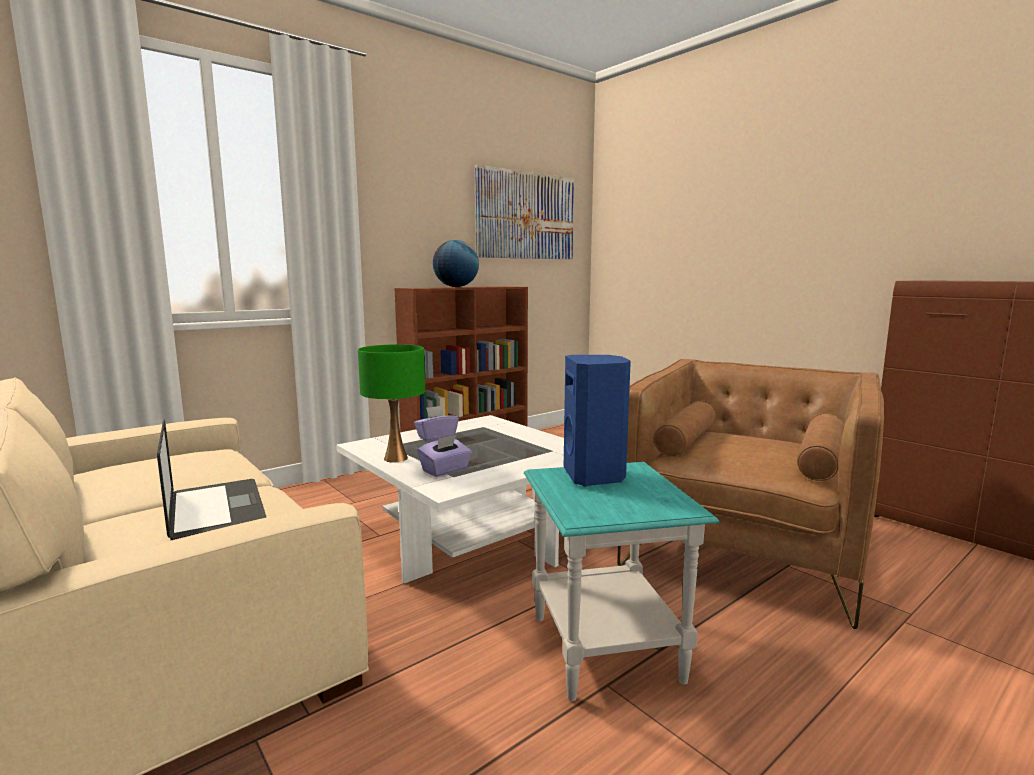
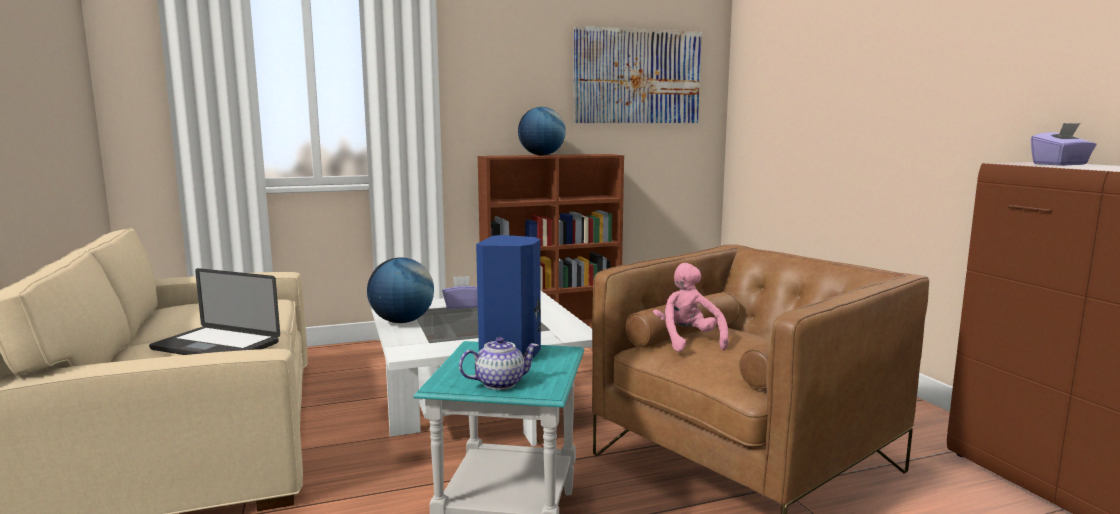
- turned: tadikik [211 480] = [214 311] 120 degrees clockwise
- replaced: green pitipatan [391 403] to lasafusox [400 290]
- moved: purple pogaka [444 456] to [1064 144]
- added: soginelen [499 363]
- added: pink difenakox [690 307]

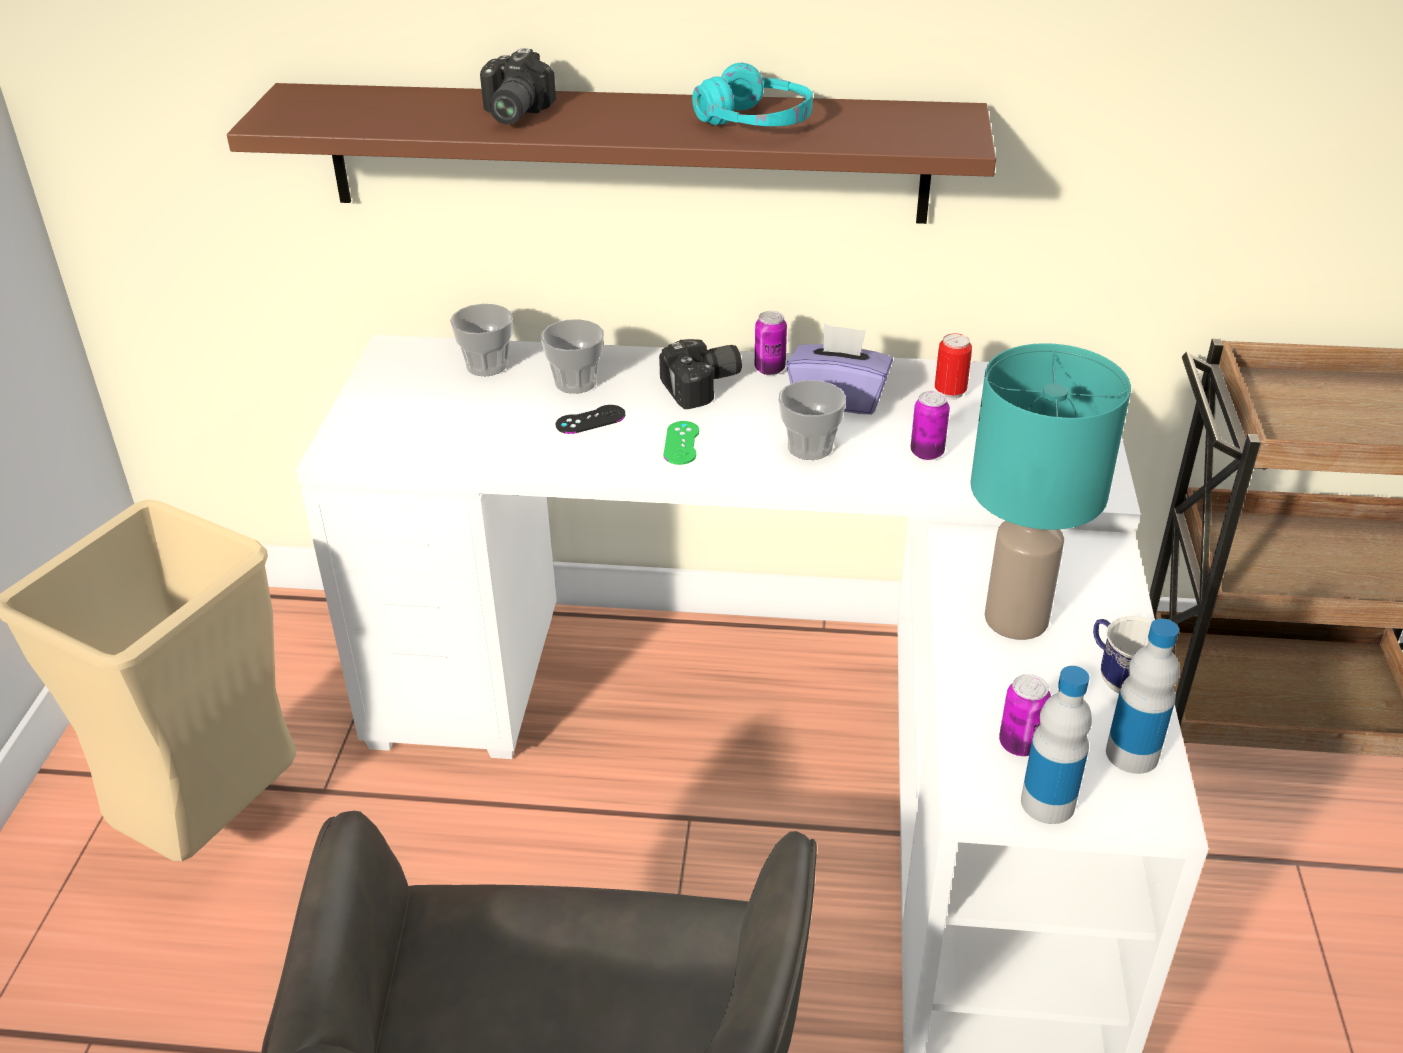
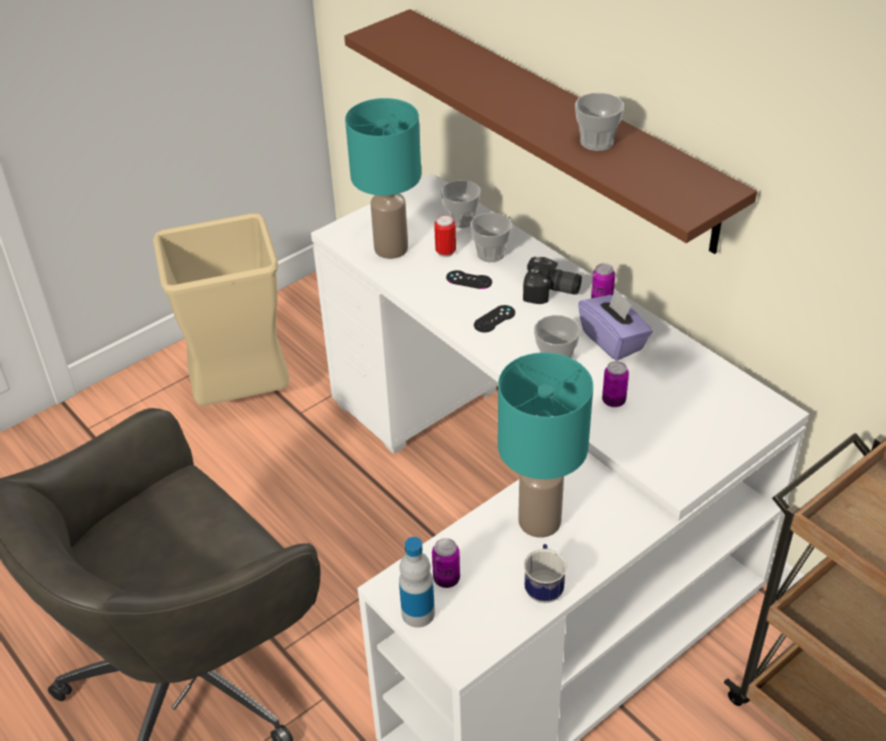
- removed: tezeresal [518 86]
- recoloured: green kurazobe [681 443] to black kurazobe [494 318]
- replaced: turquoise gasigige [752 94] to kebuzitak [599 122]
- moved: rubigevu [953 366] to [445 236]
- removed: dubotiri [1142 696]
- added: turquoise pitipatan [383 178]

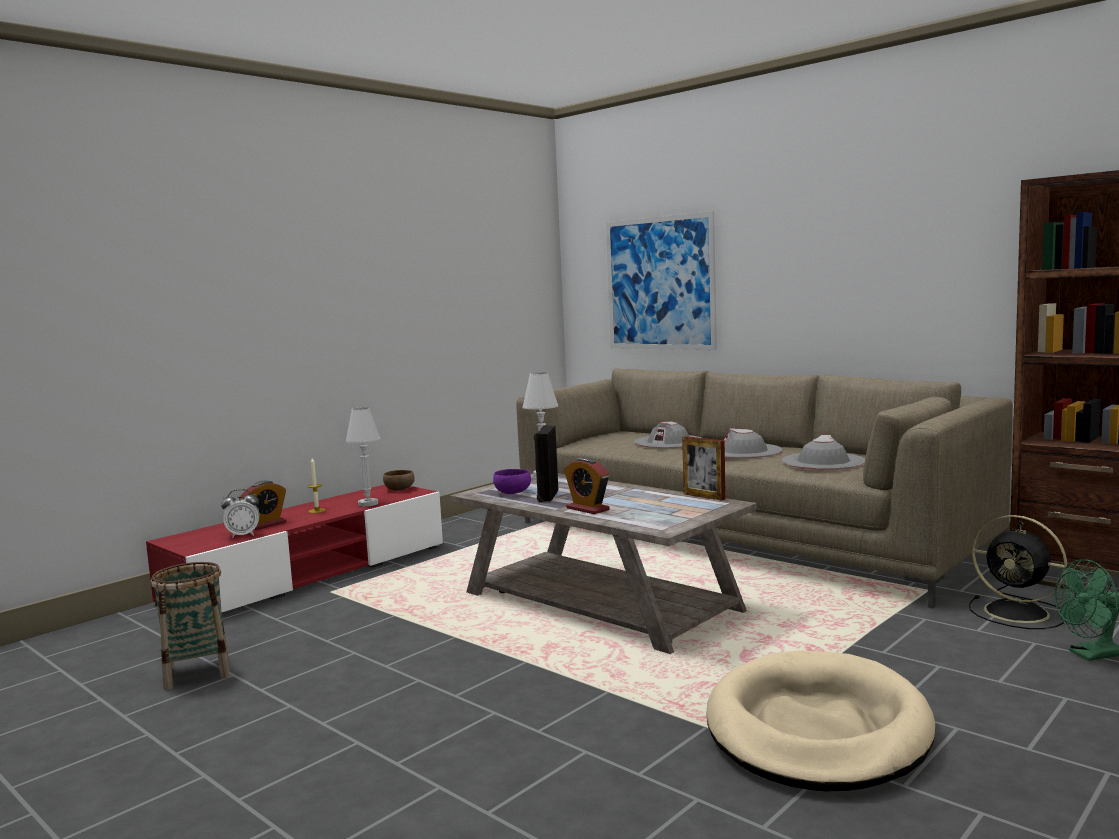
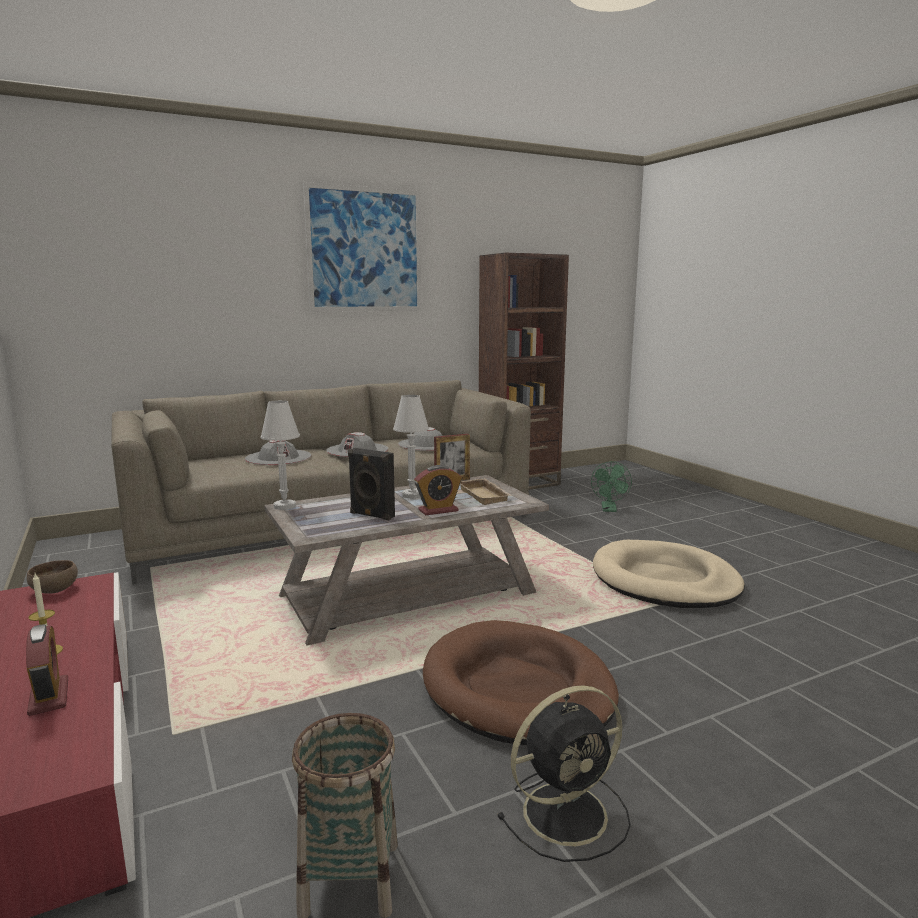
- removed: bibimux [240 513]
- moved: white pitipatan [363 457] to [411 446]
- removed: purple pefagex [512 481]
- moved: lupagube [661 280] to [362 247]
- moved: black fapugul [1018 572] to [564 773]
- added: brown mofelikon [521 682]
- added: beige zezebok [486 491]

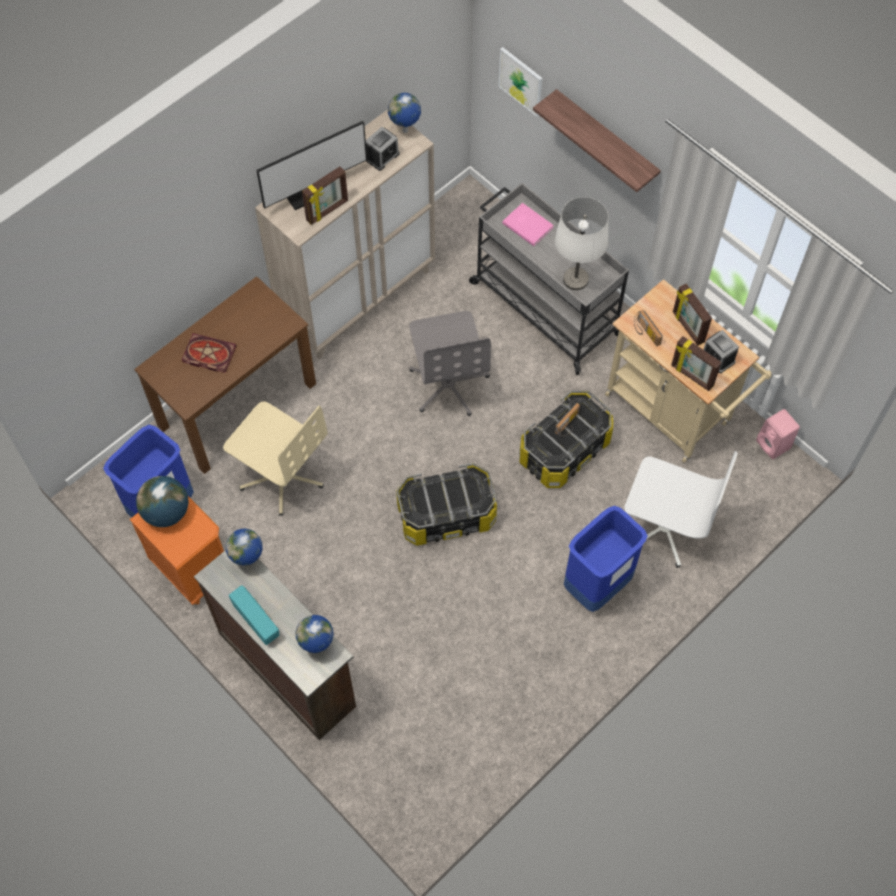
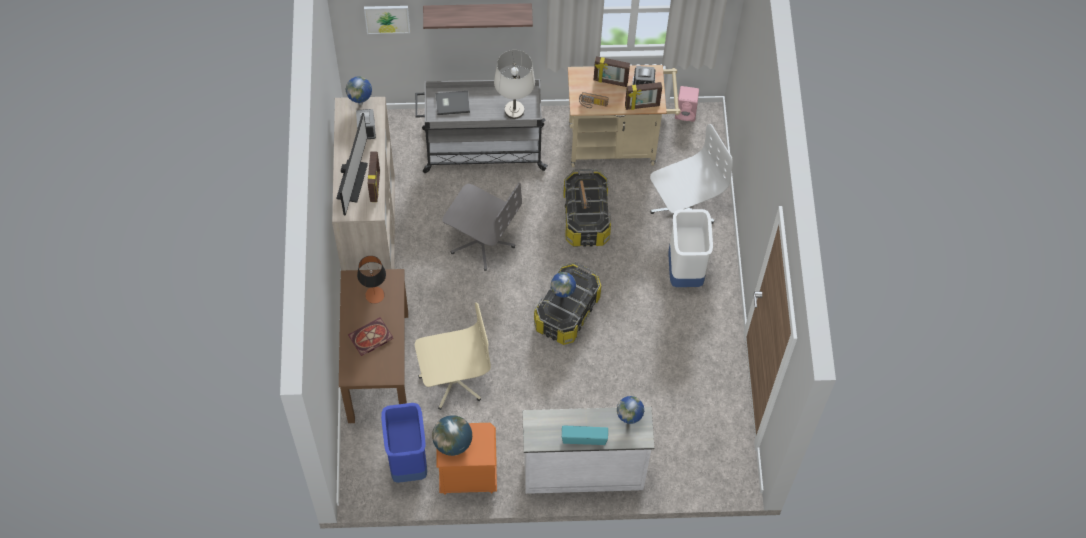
- recoloured: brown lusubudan [275 645] to white lusubudan [588 450]
- moved: lasafusox [244 547] to [563 285]
- recoloured: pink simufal [528 224] to grey simufal [452 103]
- recoloured: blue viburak [605 559] to white viburak [690 248]
- added: pitipatan [371 280]

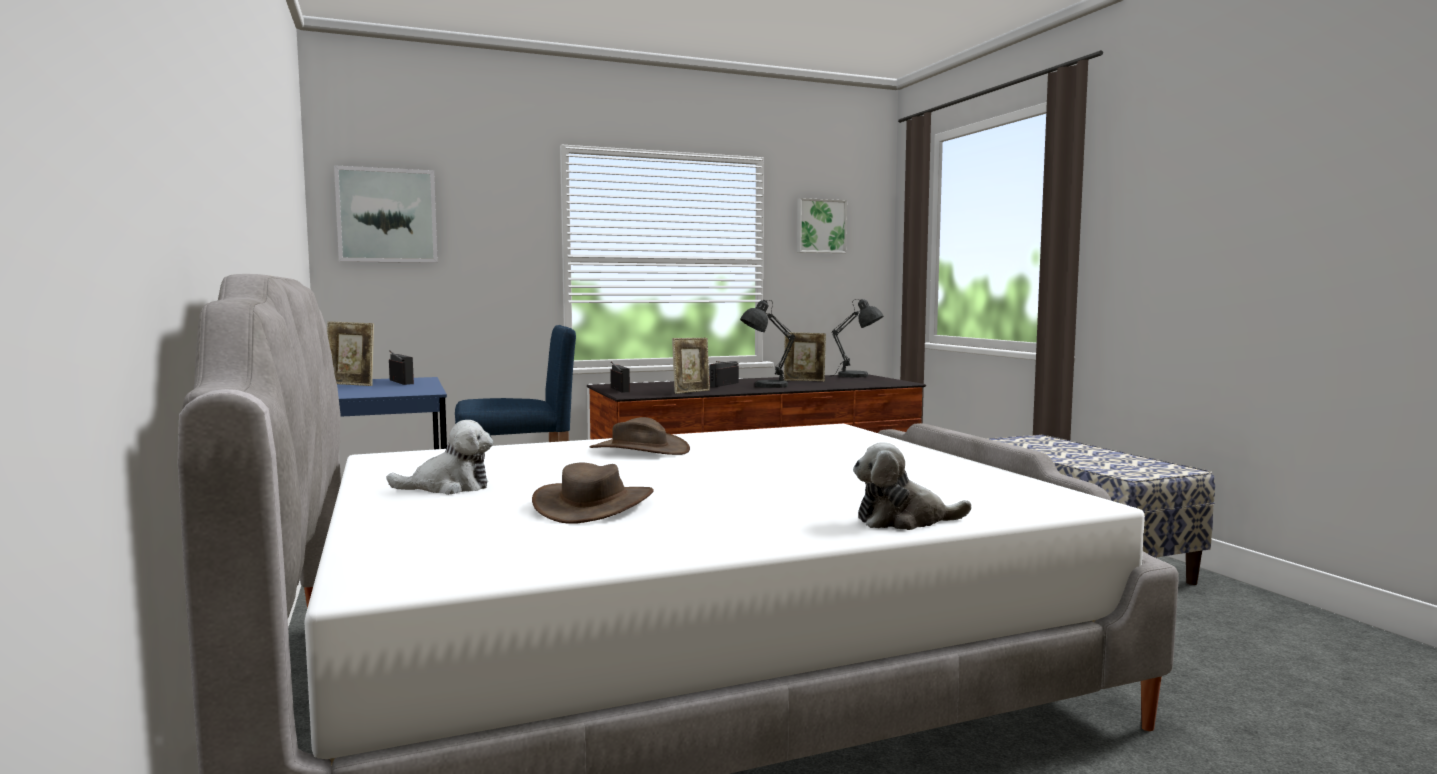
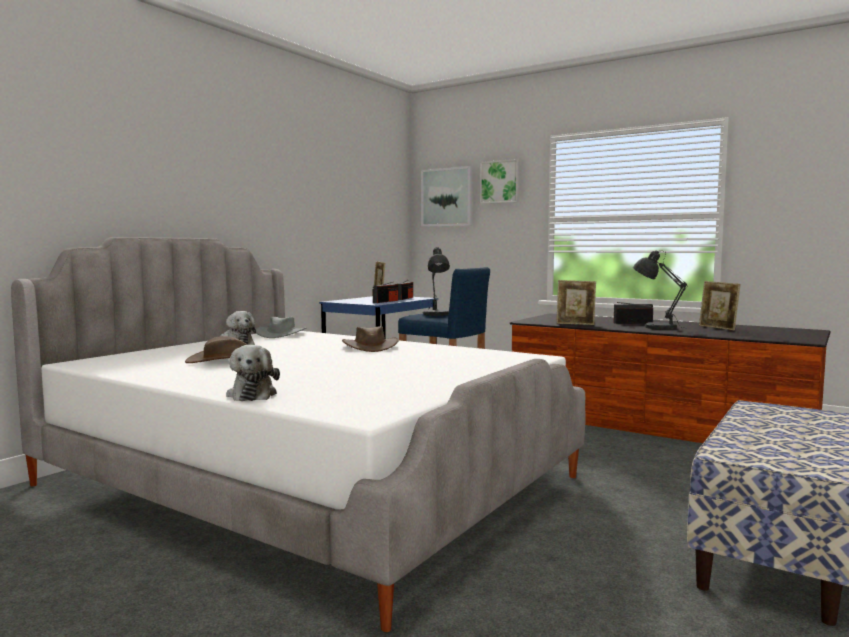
- moved: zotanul [620 377] to [385 292]
- moved: lupagube [822 225] to [500 181]
- moved: grey pitipatan [857 338] to [436 281]
- turned: difenakox [912 486] = [253 373] 150 degrees counterclockwise
- added: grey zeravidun [281 327]

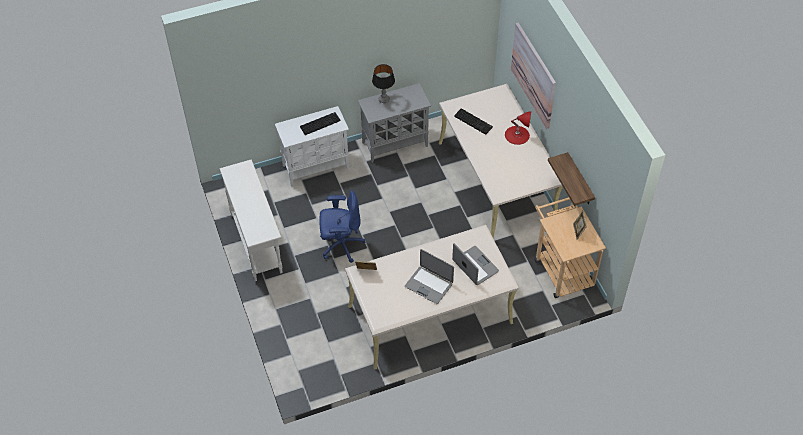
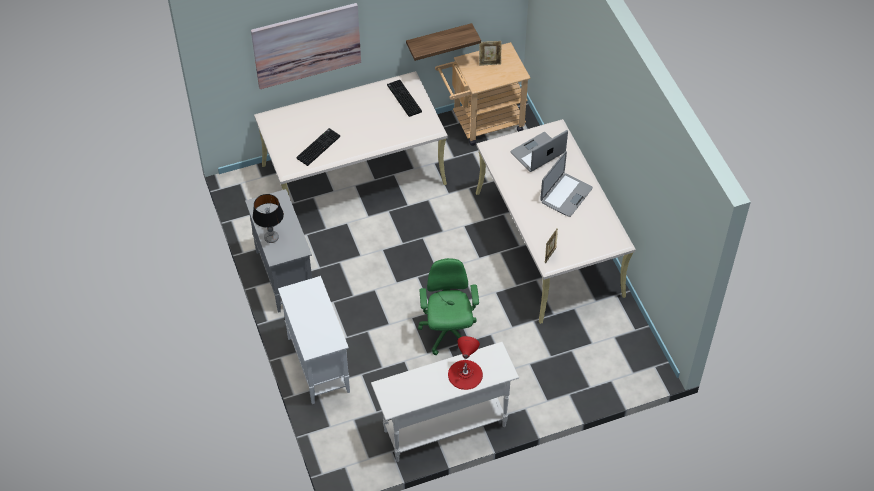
- moved: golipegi [320 123] to [404 98]
- recoloured: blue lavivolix [342 227] to green lavivolix [448 306]
- moved: red pitipatan [518 128] to [465 363]

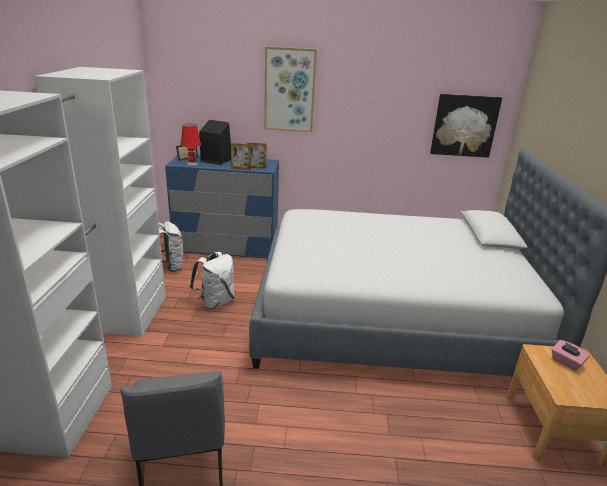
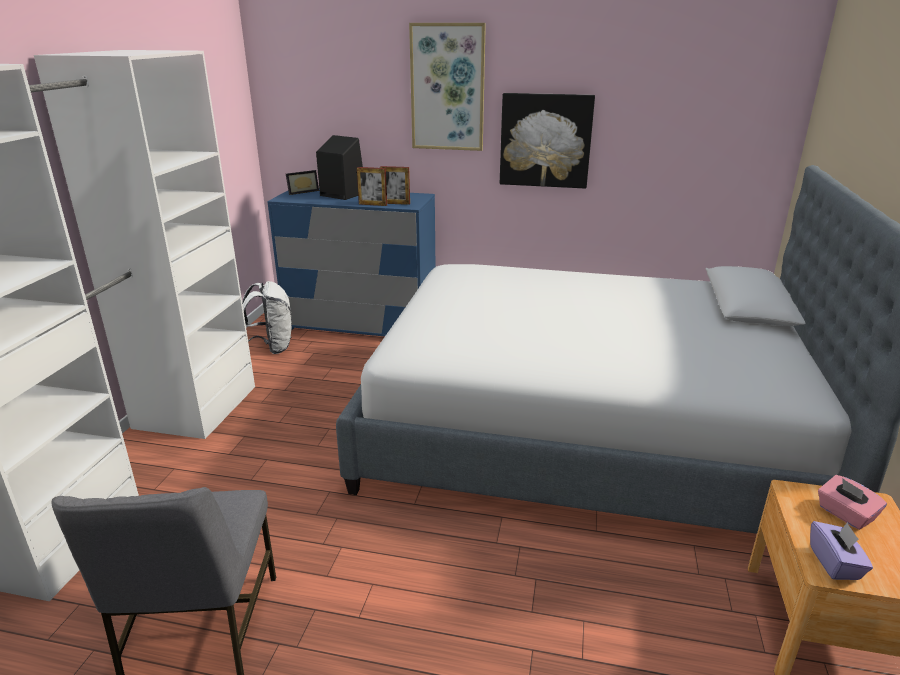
- removed: red pitipatan [191 144]
- removed: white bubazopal [212 281]
- moved: lupagube [466 126] to [547 141]
- added: purple pogaka [841 550]

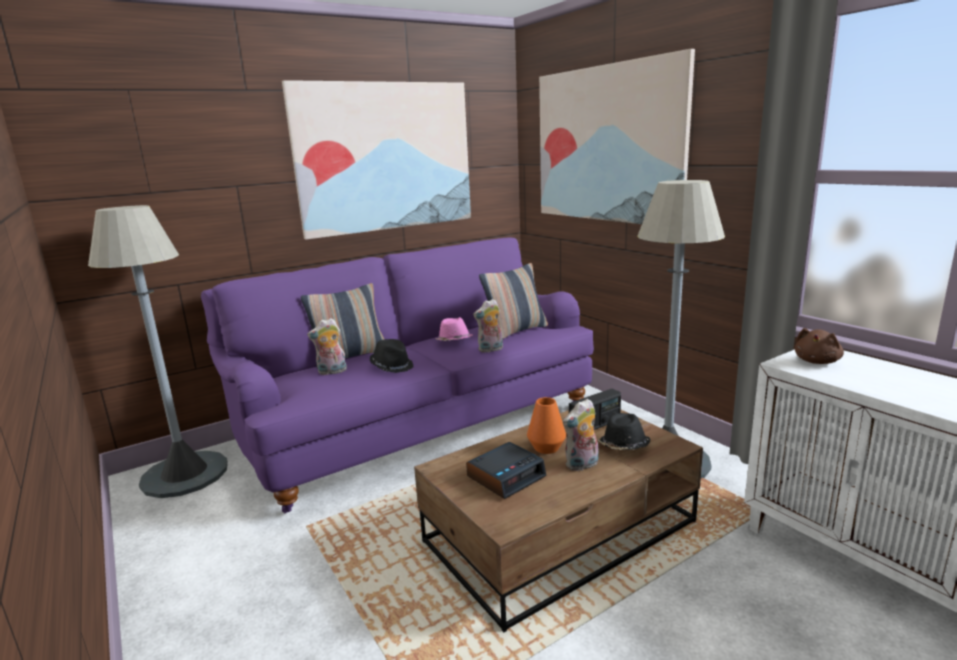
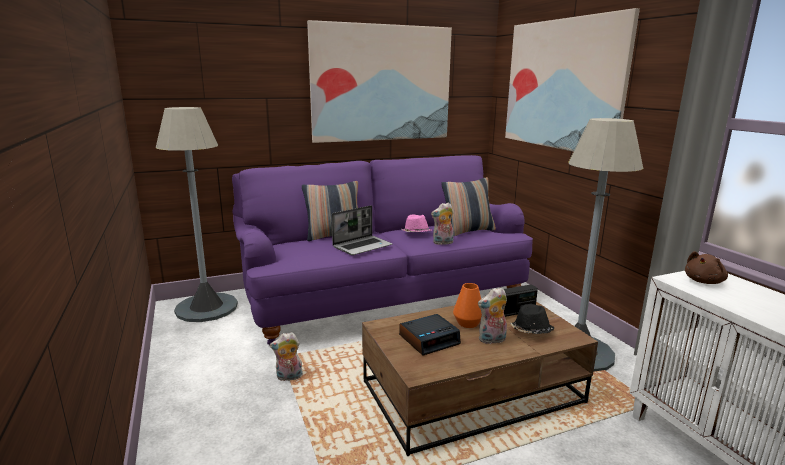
- moved: difenakox [327 346] to [286 356]
- replaced: black zeravidun [392 356] to tadikik [362 230]

